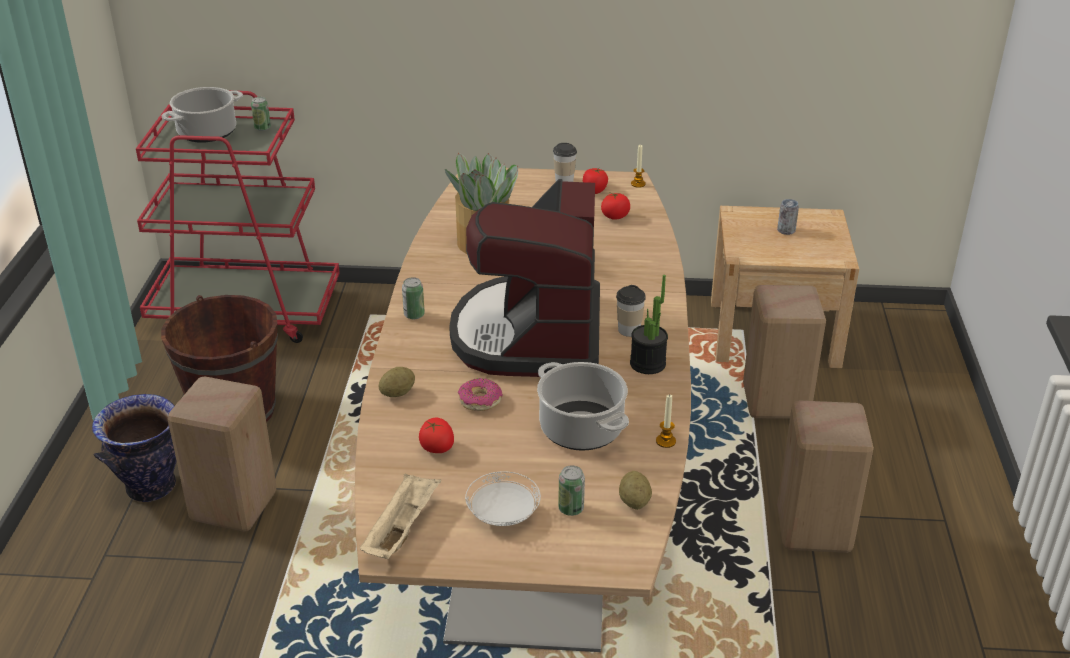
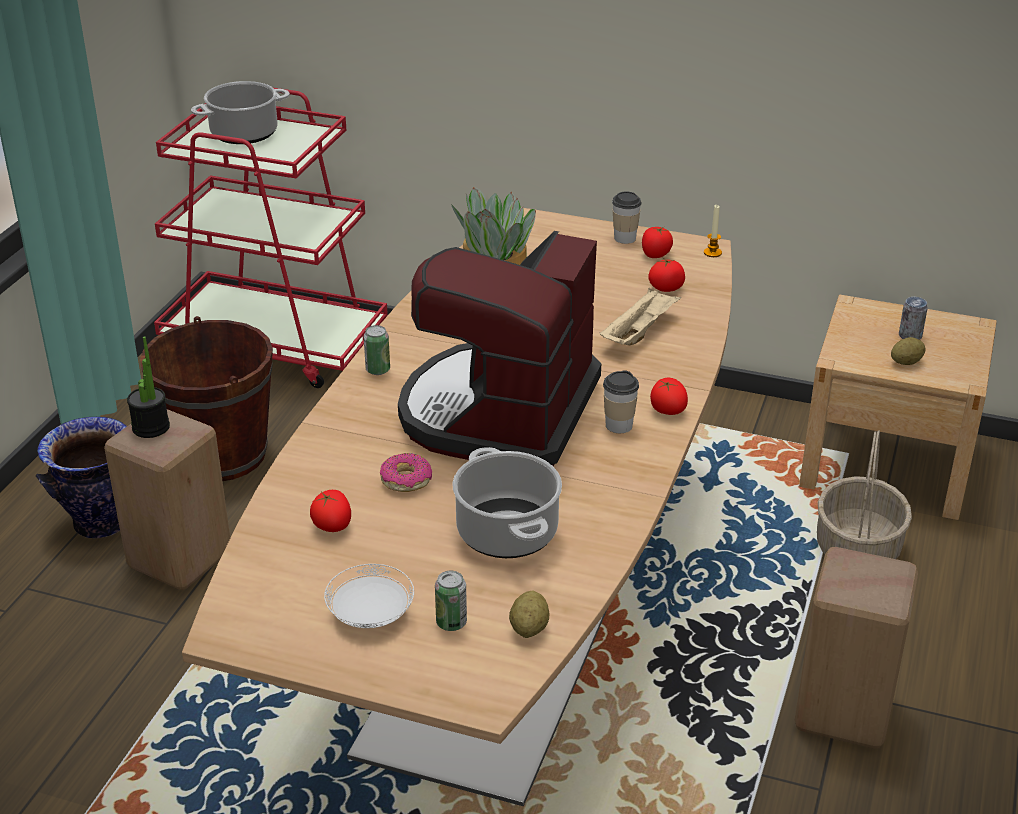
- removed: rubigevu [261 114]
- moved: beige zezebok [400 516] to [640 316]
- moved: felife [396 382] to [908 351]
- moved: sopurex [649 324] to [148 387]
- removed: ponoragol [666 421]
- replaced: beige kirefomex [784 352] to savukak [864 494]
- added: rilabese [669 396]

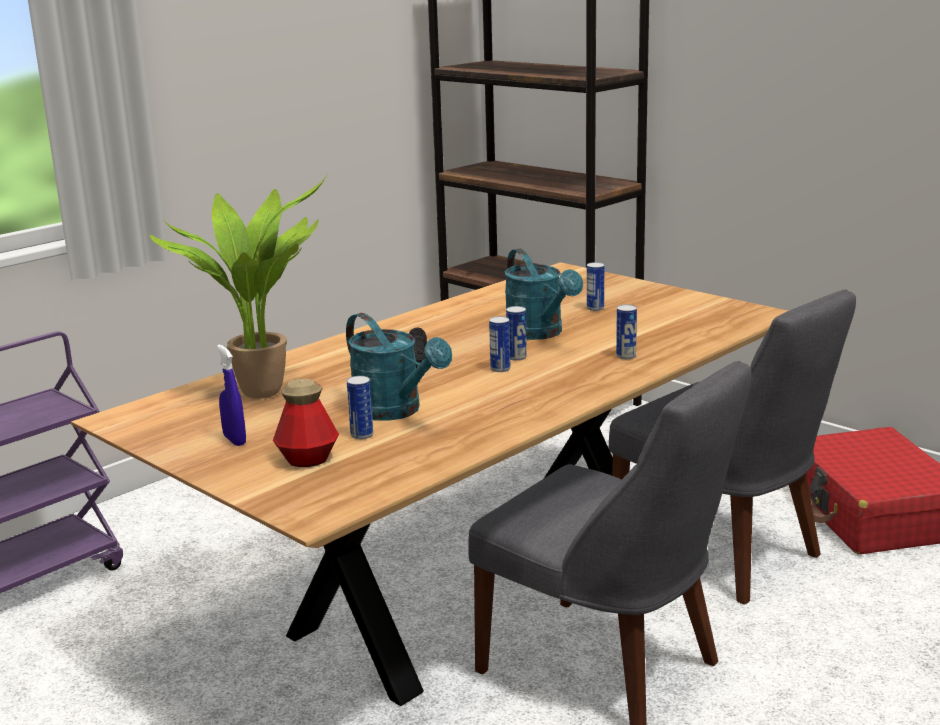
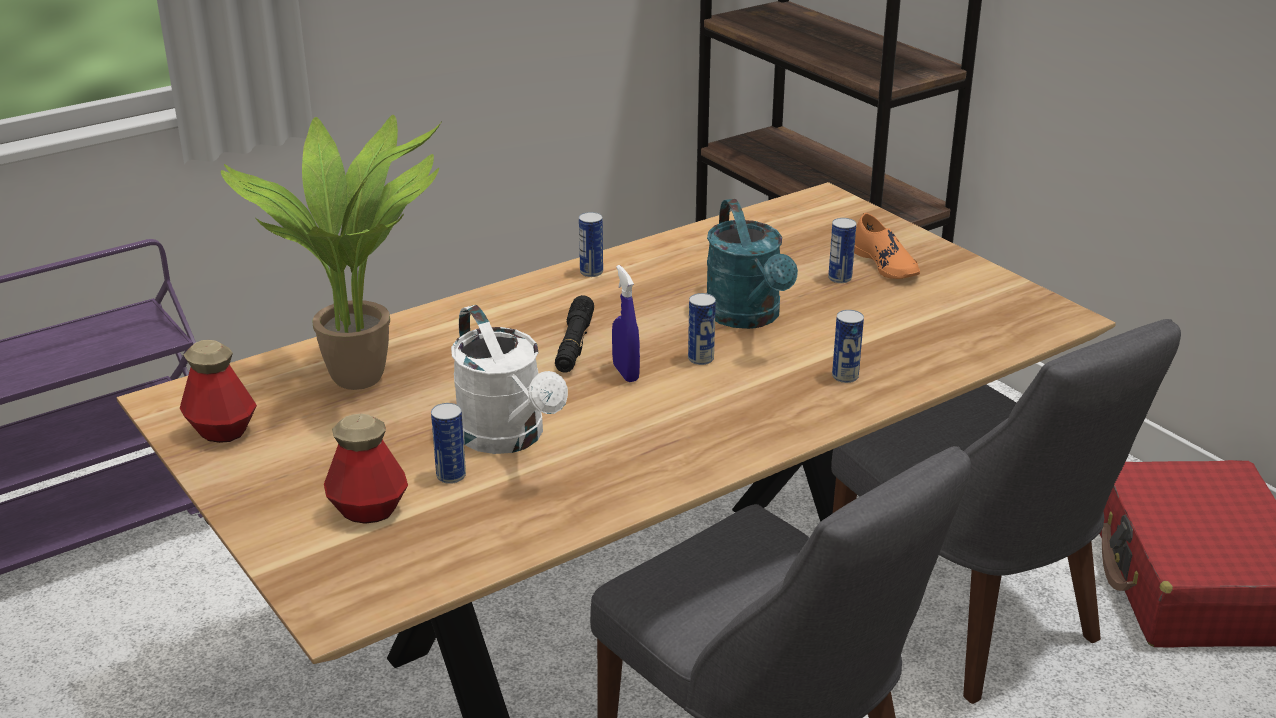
- moved: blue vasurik [231 395] to [626 323]
- recoloured: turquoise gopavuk [399 367] to white gopavuk [509 379]
- moved: rubigevu [499 344] to [591 244]
- added: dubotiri [218 391]
- added: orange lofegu [887 246]

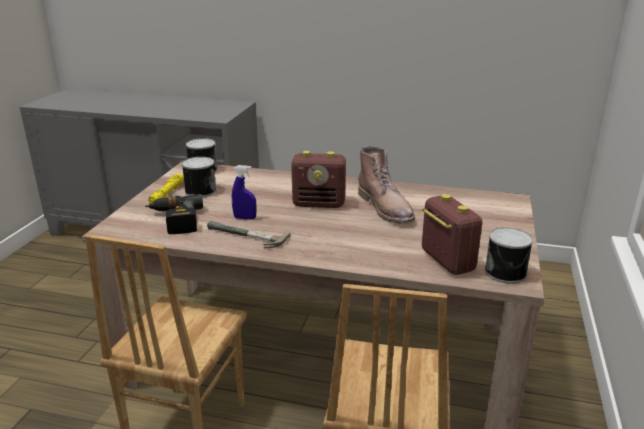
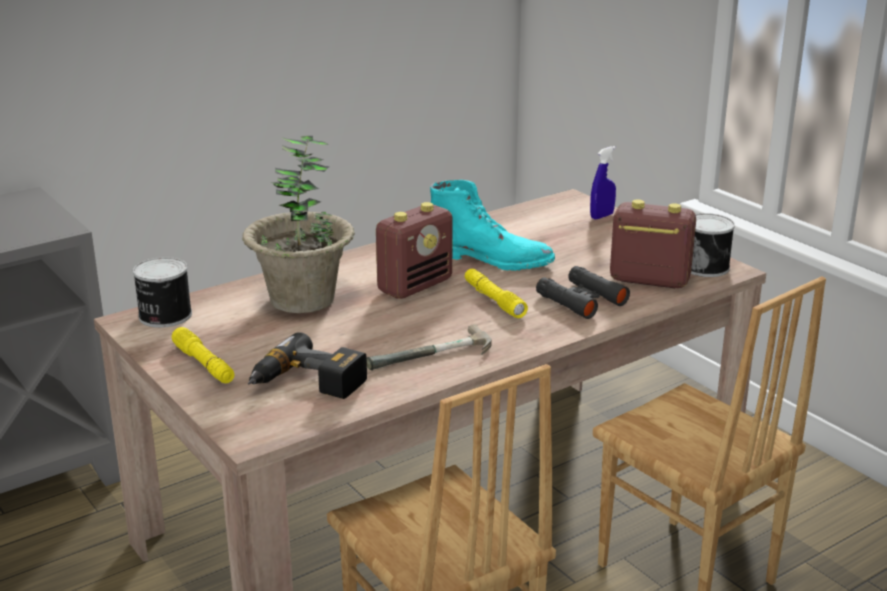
- removed: rubigevu [199 177]
- moved: blue vasurik [244 192] to [603 182]
- recoloured: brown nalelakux [386 185] to turquoise nalelakux [492 225]
- added: sopurex [298 224]
- added: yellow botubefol [496 293]
- added: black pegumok [583 292]

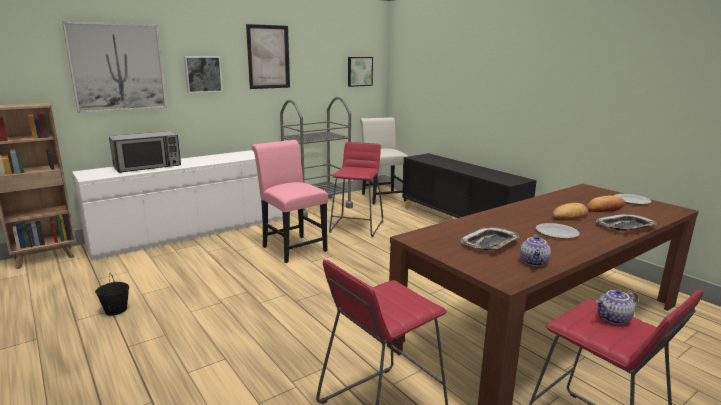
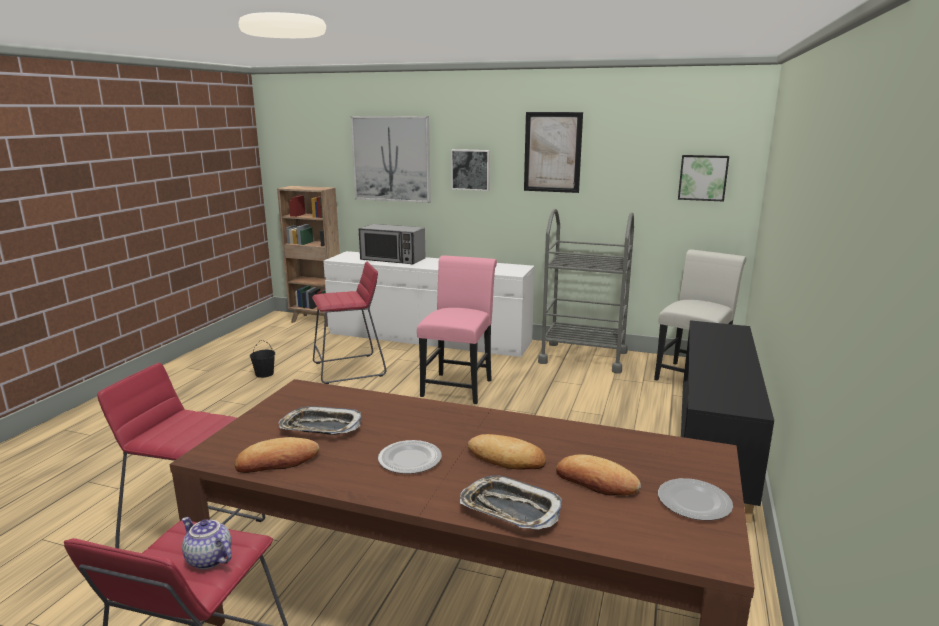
- moved: red kirefomex [356 189] to [349 323]
- replaced: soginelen [535 250] to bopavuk [277 455]

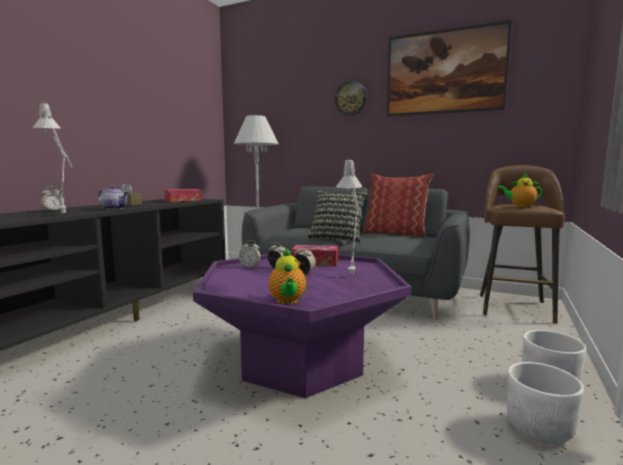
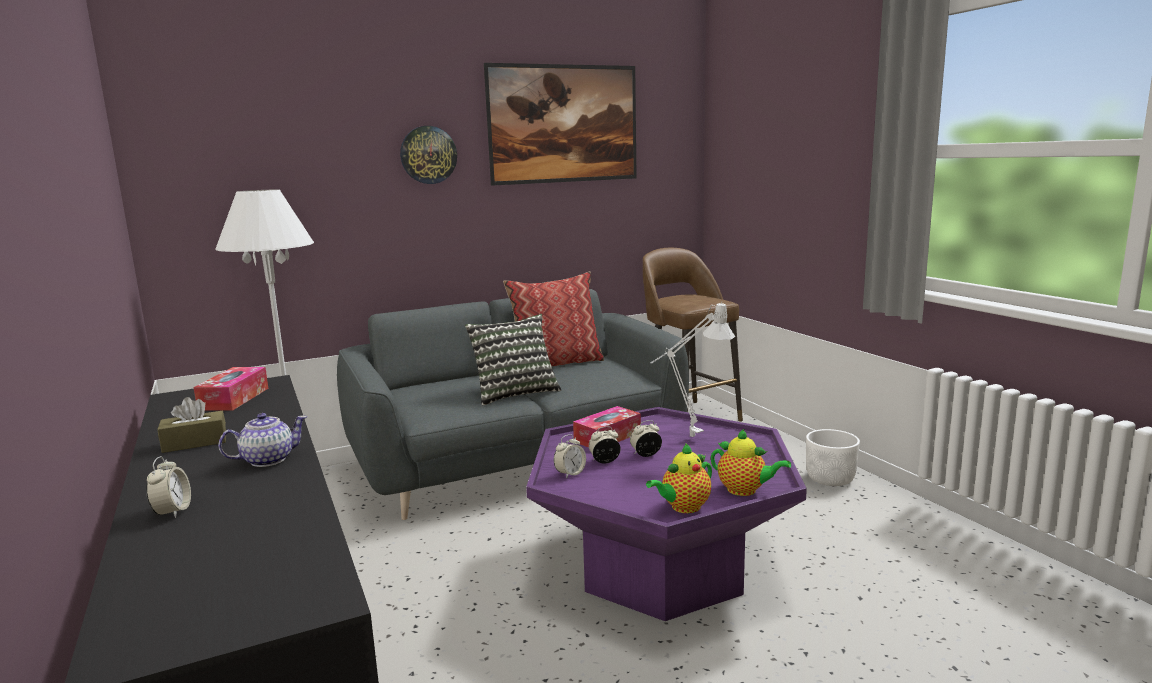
- removed: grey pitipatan [52 157]
- moved: soginelen [520 190] to [679 478]
- removed: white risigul [545 403]

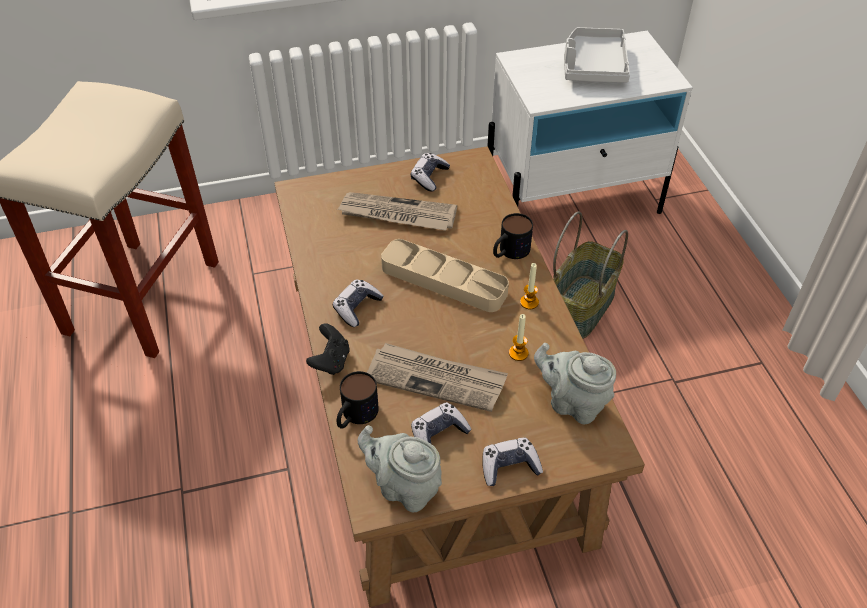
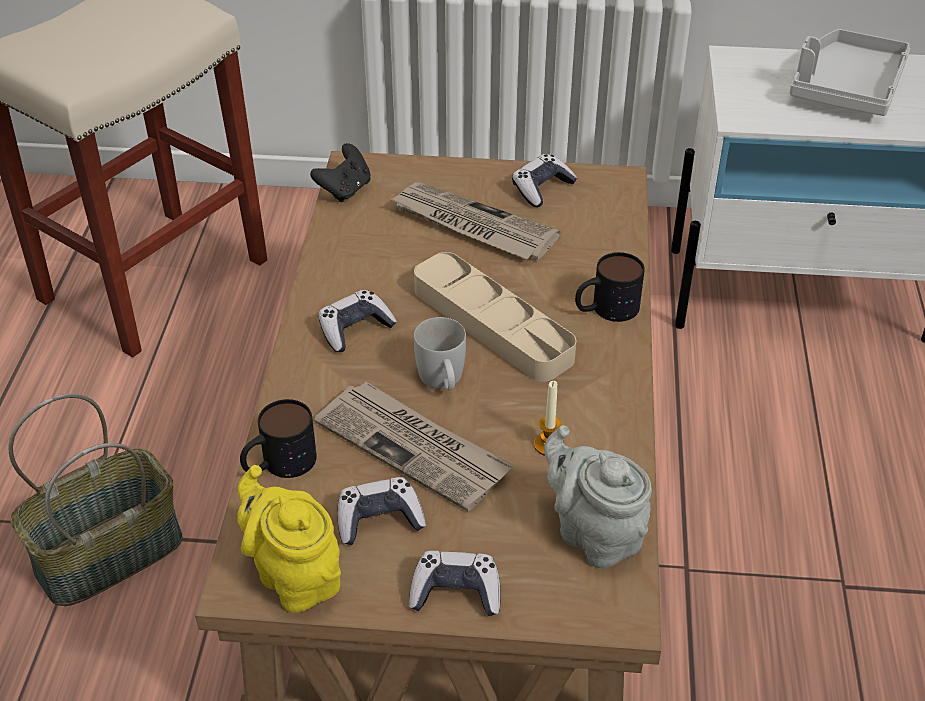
- moved: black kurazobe [328 349] to [340 172]
- recoloured: grey soginelen [400 468] to yellow soginelen [289 539]
- removed: ponoragol [529 286]
- moved: savukak [590 275] to [95 500]
- added: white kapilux [440 354]

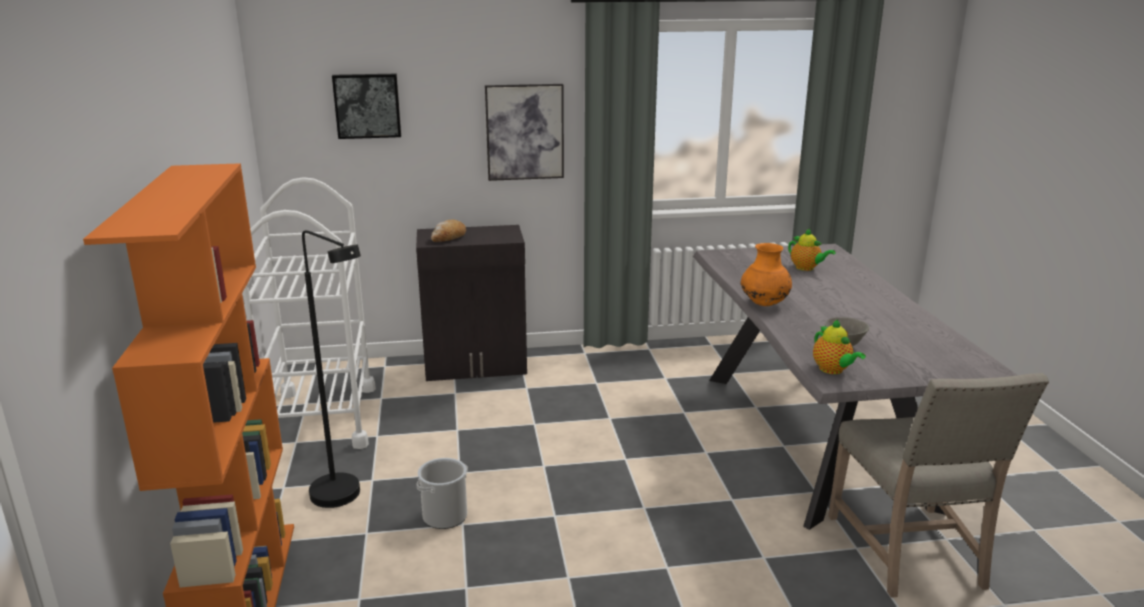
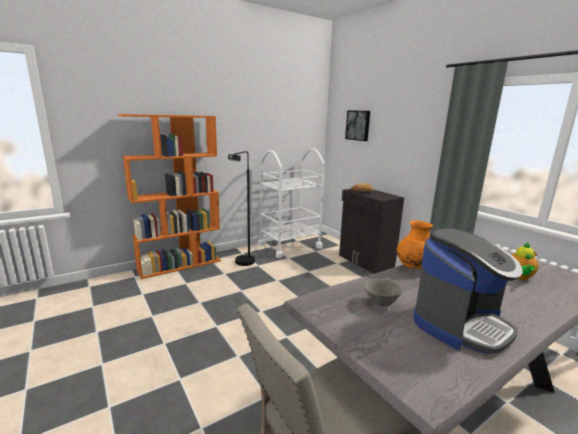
- removed: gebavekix [442 493]
- removed: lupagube [524 132]
- removed: soginelen [839 347]
- added: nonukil [468 291]

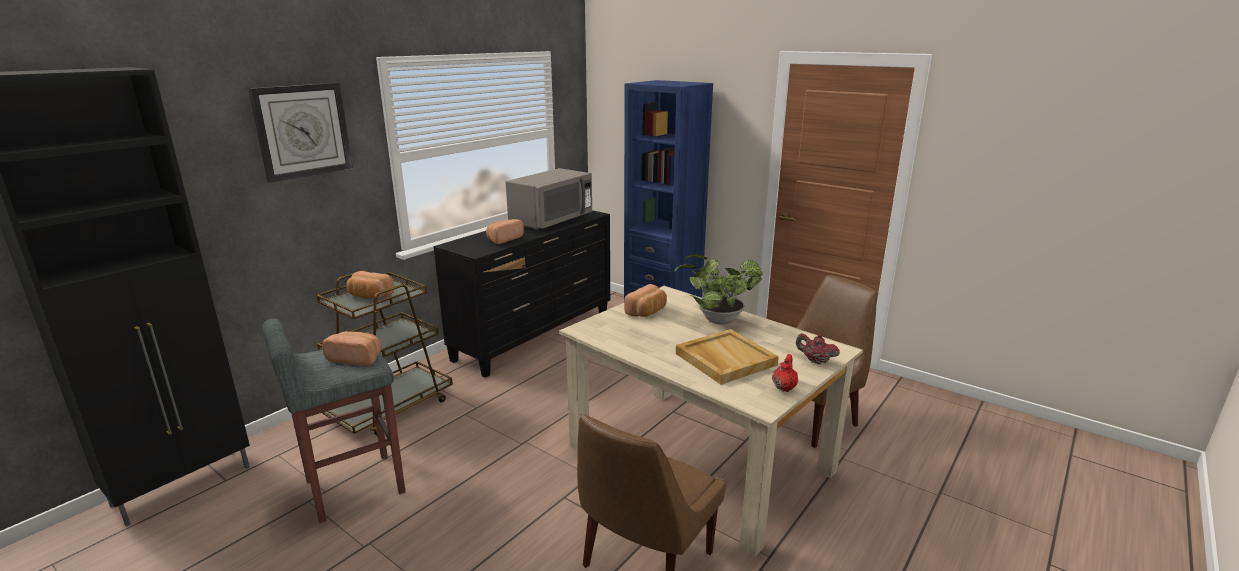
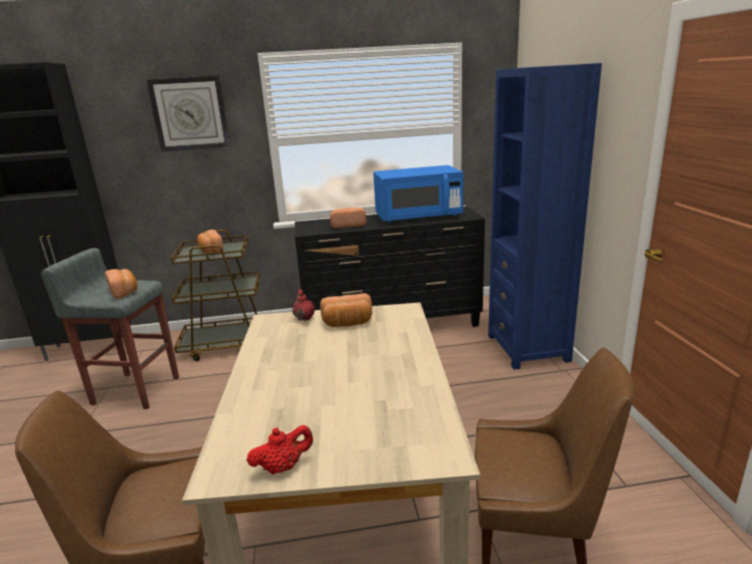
- recoloured: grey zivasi [549 199] to blue zivasi [418 194]
- removed: sopurex [718 288]
- removed: beige zezebok [727 357]
- moved: red soginelen [818 348] to [303 305]

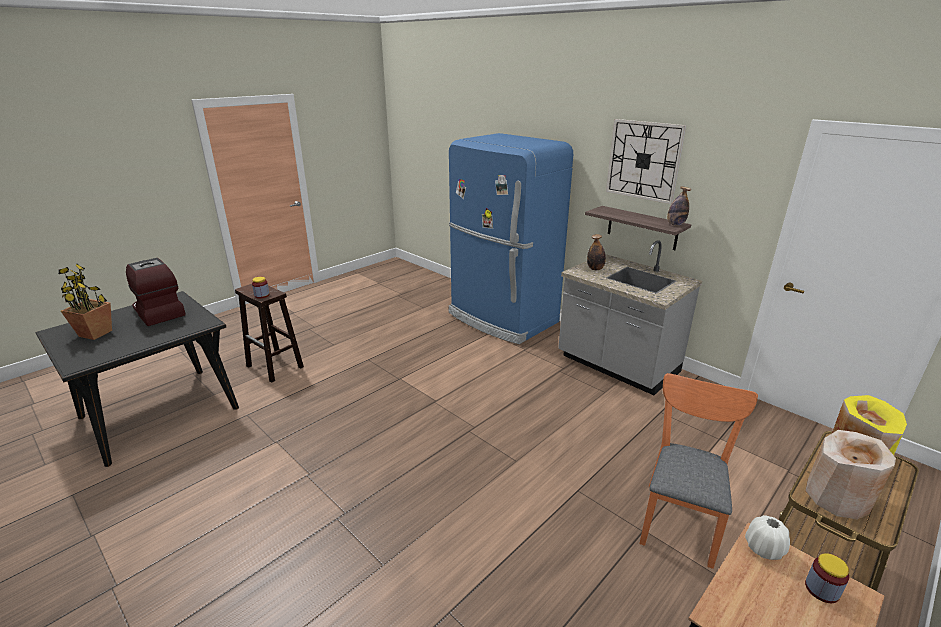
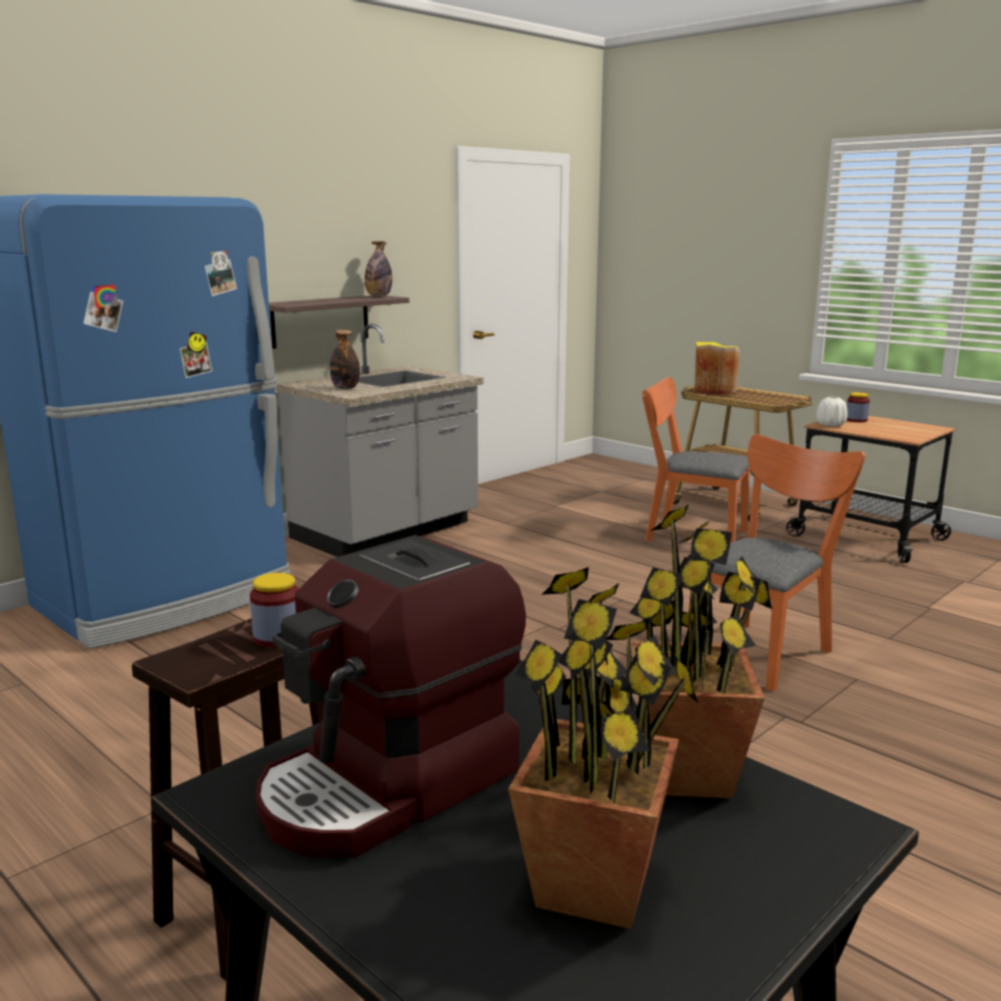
- removed: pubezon [646 161]
- removed: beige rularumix [850 474]
- added: sopurex [701 651]
- added: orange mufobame [776 563]

